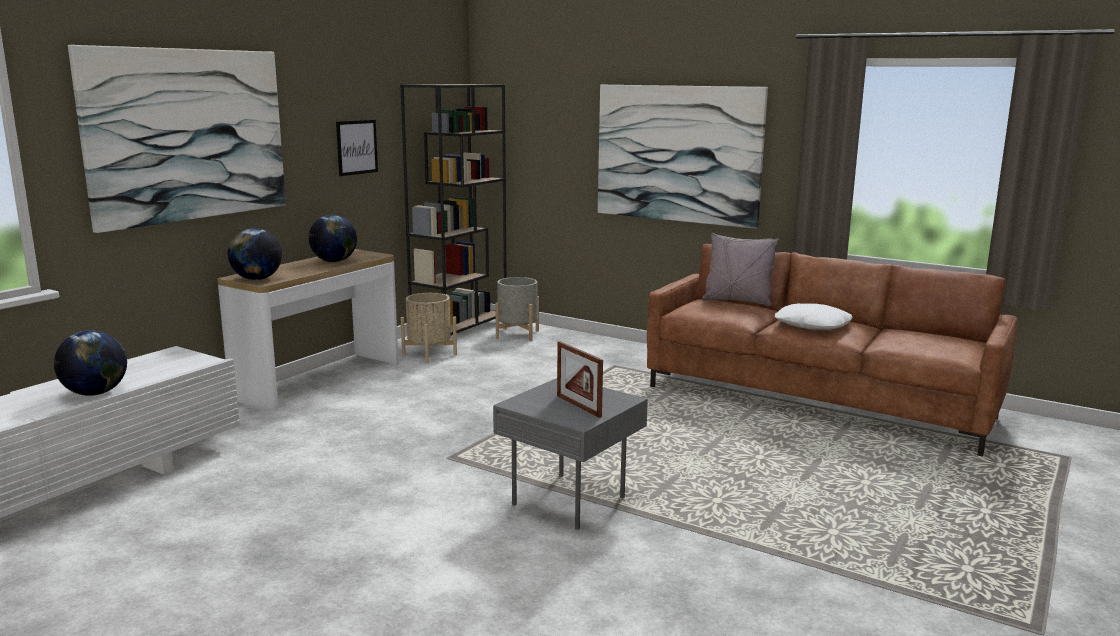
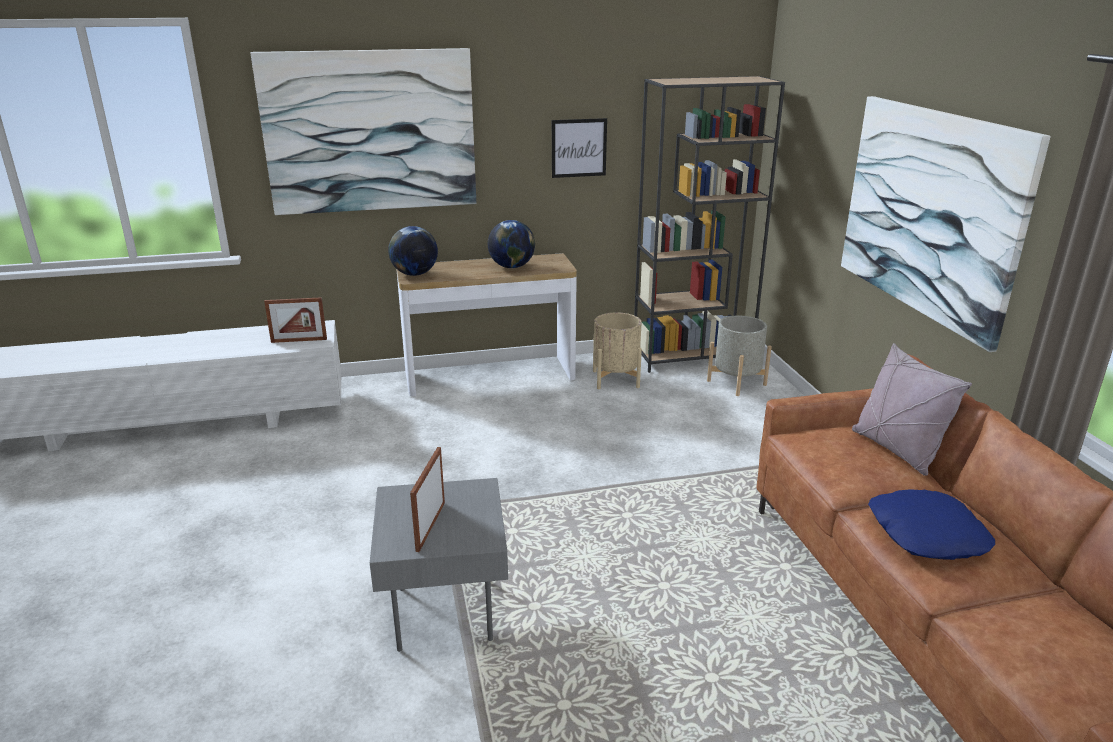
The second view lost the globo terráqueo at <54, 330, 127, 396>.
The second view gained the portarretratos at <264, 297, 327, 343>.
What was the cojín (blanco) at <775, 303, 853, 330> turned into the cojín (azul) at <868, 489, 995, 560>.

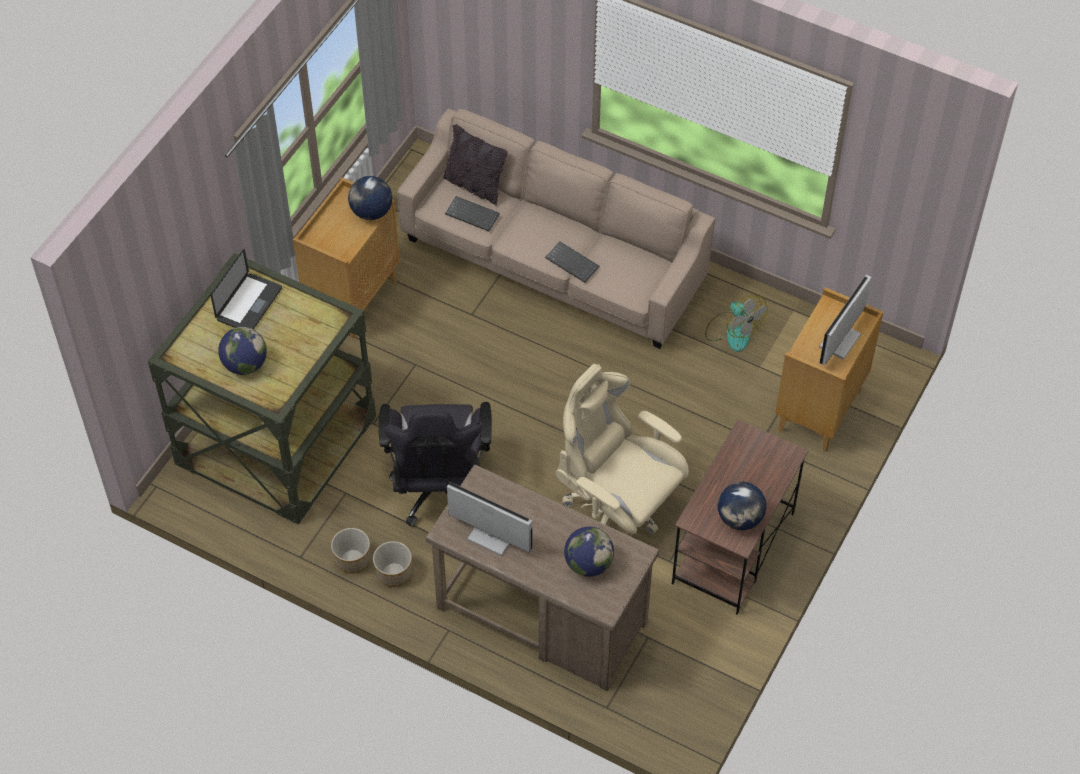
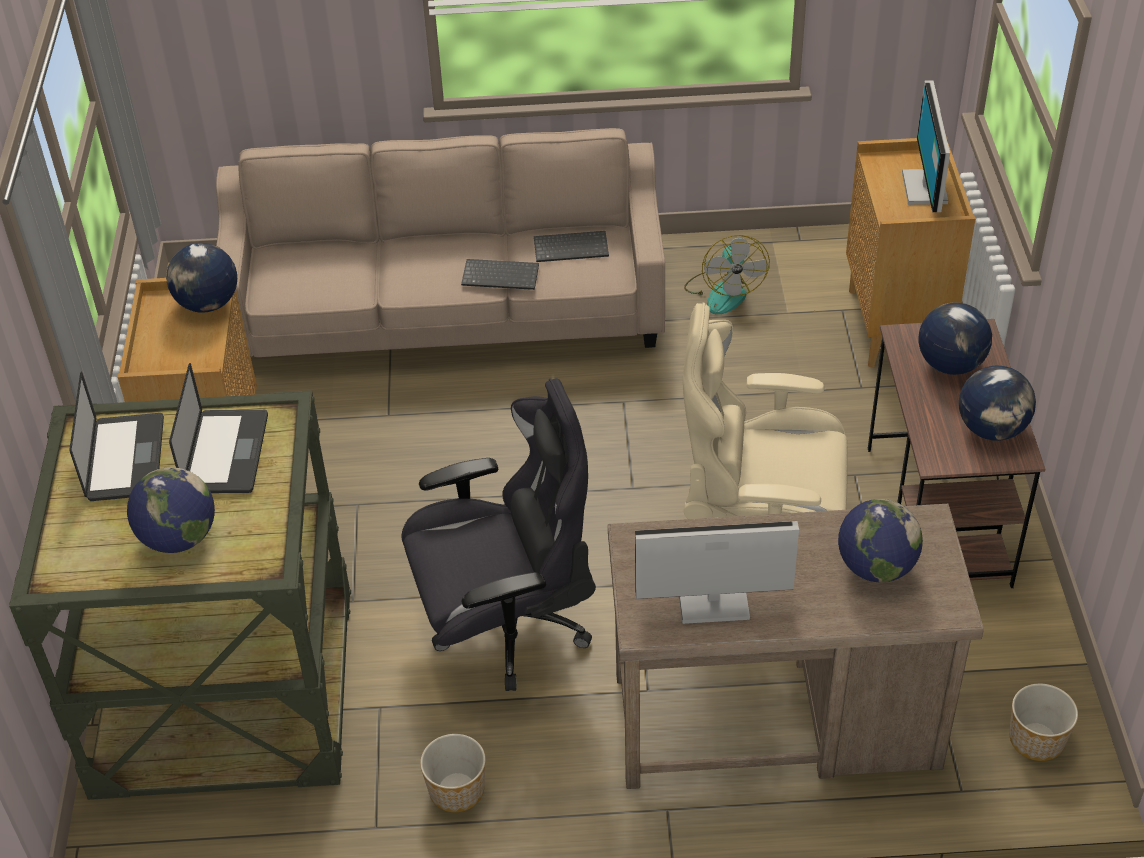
The second view lost the cojín (negro) at <443, 124, 508, 206>.
The second view gained the portátil at <169, 363, 268, 493>.
The second view gained the globo terráqueo at <919, 302, 992, 375>.
The maceta ended up elsewhere, having gone from <373, 541, 412, 587> to <1009, 684, 1078, 761>.
The teclado ended up elsewhere, having gone from <445, 196, 500, 231> to <534, 231, 609, 262>.
The silla de oficina (negro) at <379, 402, 492, 526> ended up facing another way, 75 degrees counterclockwise from before.
The ventilador at <705, 295, 768, 352> ended up facing another way, 60 degrees clockwise from before.

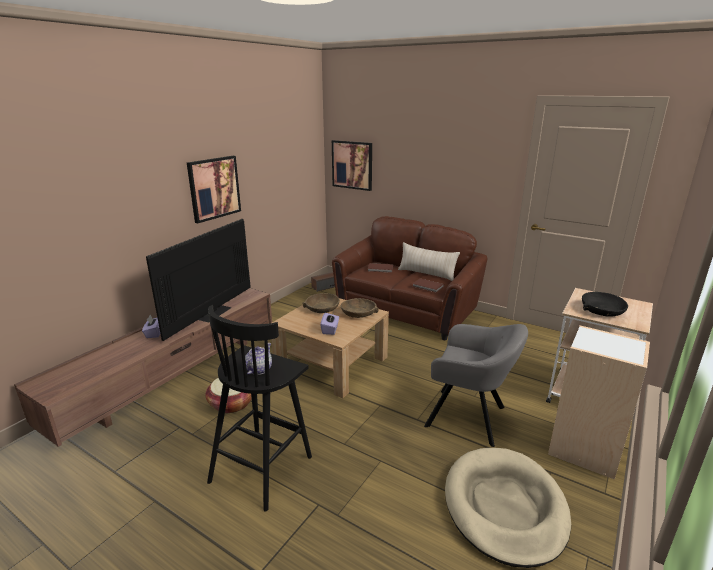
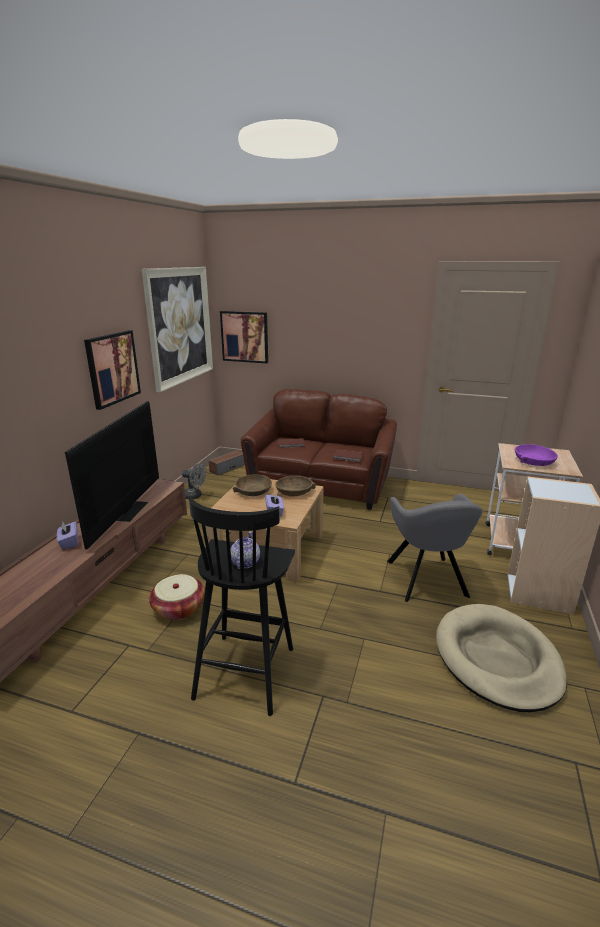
The second view lost the cojín (beis) at <398, 242, 460, 281>.
The second view gained the cuadro at <142, 267, 213, 392>.
The second view gained the ventilador (gris) at <182, 464, 206, 499>.
What was the cuenco (negro) at <582, 292, 628, 317> turned into the cuenco (morado) at <515, 444, 558, 466>.
The sillón (gris) at <424, 324, 528, 447> ended up facing another way, 75 degrees clockwise from before.

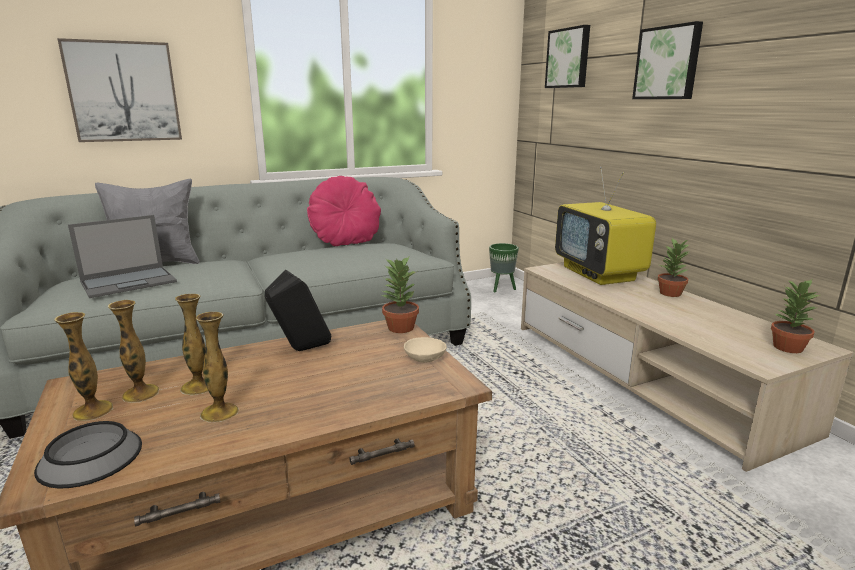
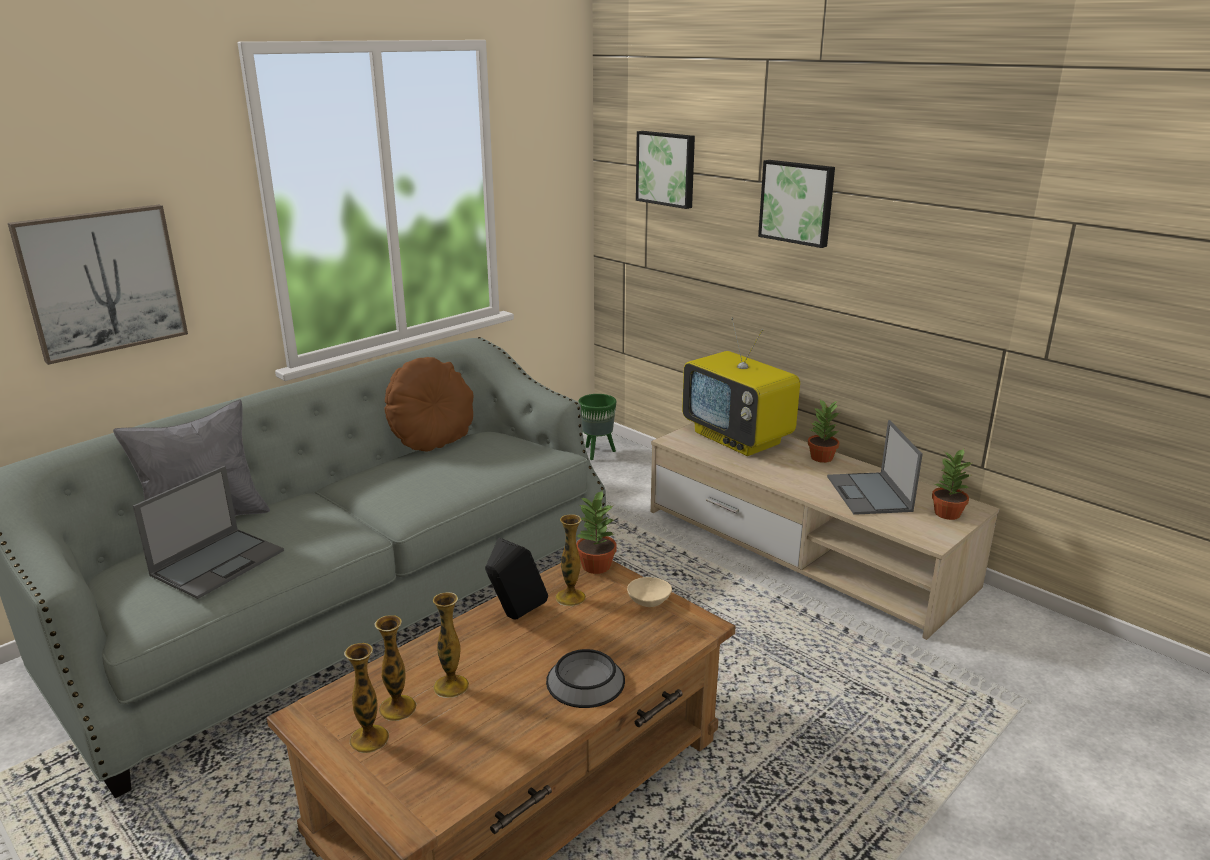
The second view gained the portátil at <827, 420, 923, 515>.
The cuenco ended up elsewhere, having gone from <34, 421, 142, 489> to <546, 649, 625, 708>.
The florero ended up elsewhere, having gone from <196, 312, 239, 422> to <555, 515, 586, 606>.
What was the cojín (rosa) at <307, 176, 381, 246> turned into the cojín (marrón) at <384, 357, 473, 452>.

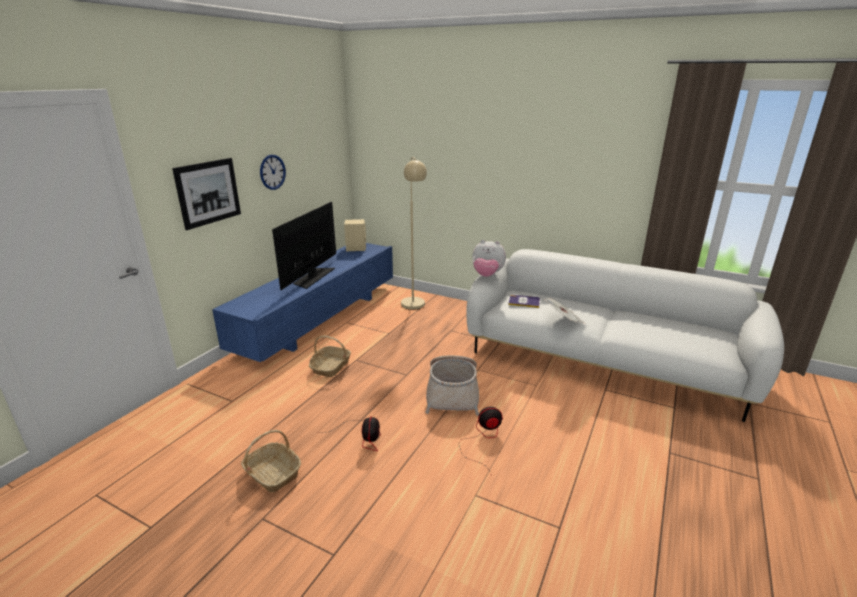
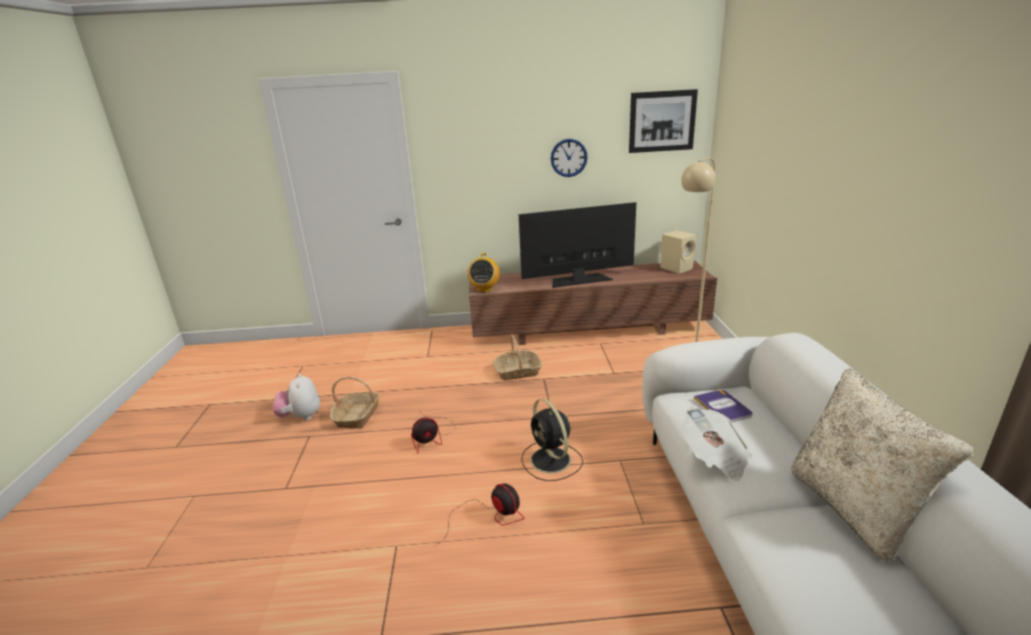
The second view gained the radio at <467, 253, 500, 293>.
The second view gained the cojín (beis) at <791, 368, 975, 562>.
The cuadro ended up elsewhere, having gone from <172, 158, 241, 230> to <629, 89, 698, 153>.
The peluche ended up elsewhere, having gone from <472, 240, 506, 277> to <273, 373, 320, 420>.
Where the cesta stood at <425, 355, 479, 416>, the ventilador (negro) came to stand at <521, 398, 583, 481>.
What was the mueble de televisión (azul) at <212, 243, 393, 362> turned into the mueble de televisión (marrón) at <469, 261, 717, 345>.

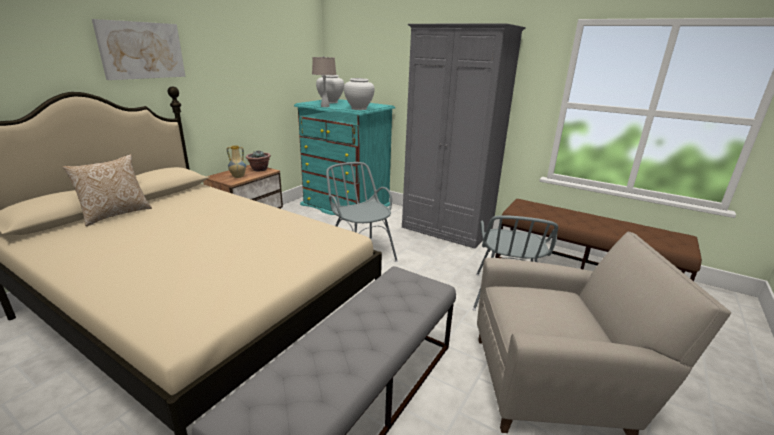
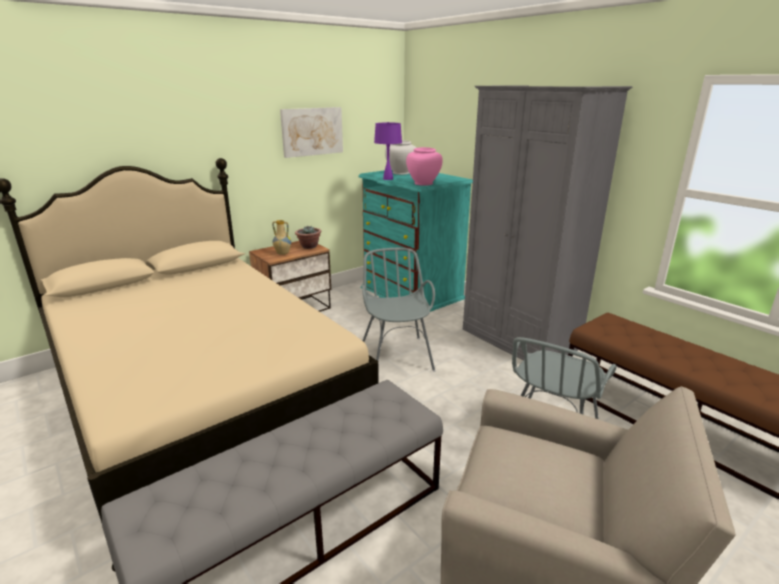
The second view lost the cojín at <63, 154, 152, 226>.
The cuadro ended up elsewhere, having gone from <92, 19, 185, 80> to <280, 107, 343, 158>.
What was the lámpara de mesa (beis) at <312, 56, 336, 107> turned into the lámpara de mesa (morado) at <374, 122, 402, 180>.
What was the florero (blanco) at <344, 78, 374, 110> turned into the florero (rosa) at <406, 147, 443, 186>.

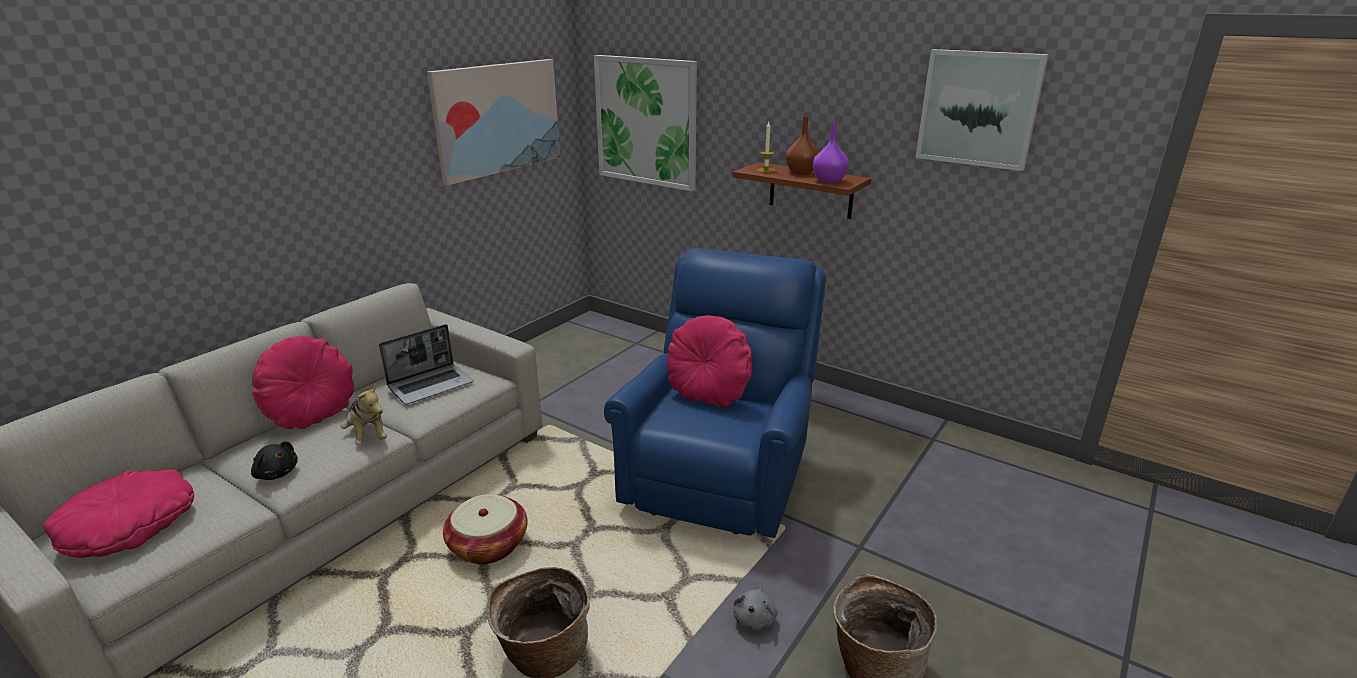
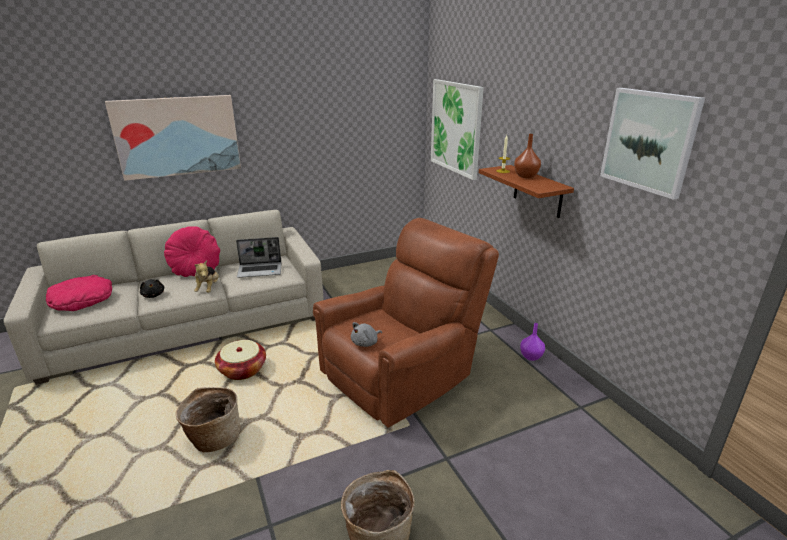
The second view lost the cojín (rosa) at <667, 315, 752, 407>.
The cuadro ended up elsewhere, having gone from <427, 59, 560, 185> to <105, 95, 241, 181>.
The peluche (gris) ended up elsewhere, having gone from <733, 588, 778, 630> to <351, 322, 382, 347>.
The florero (morado) ended up elsewhere, having gone from <813, 122, 849, 183> to <520, 323, 545, 361>.
What was the sillón (azul) at <604, 248, 826, 538> turned into the sillón (marrón) at <313, 218, 499, 428>.

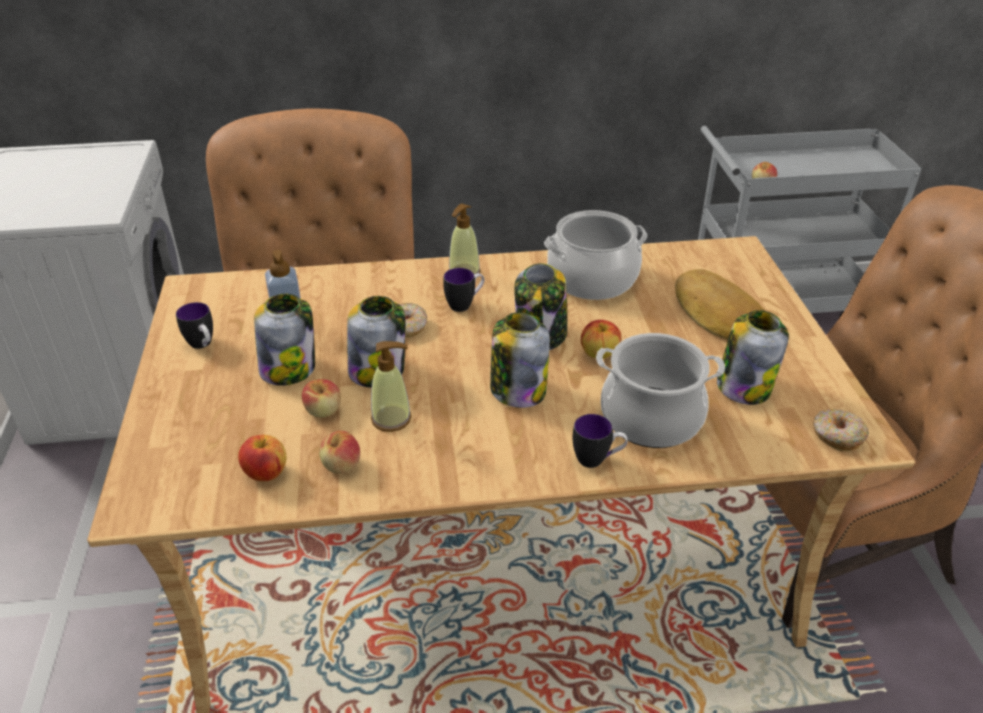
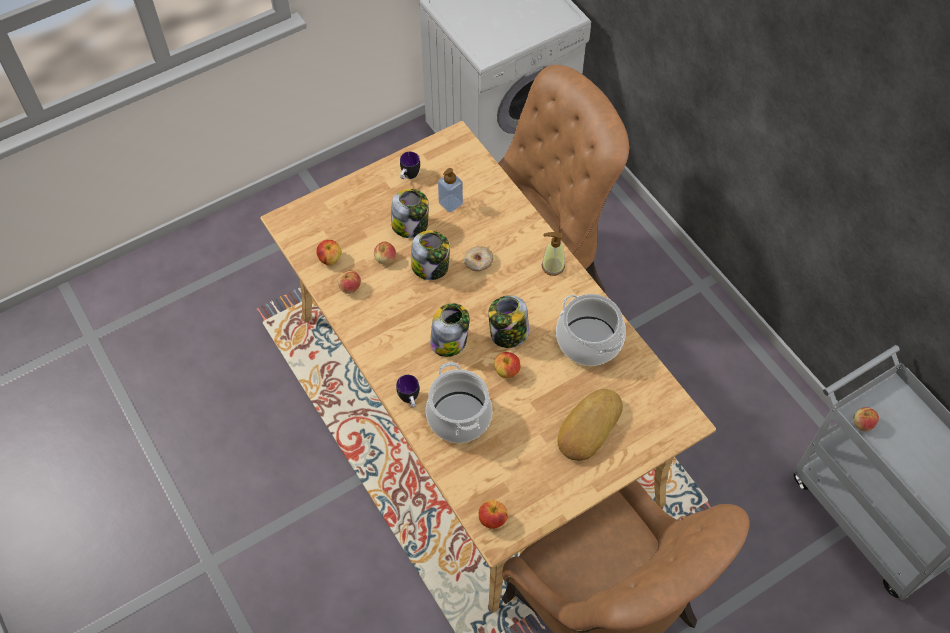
The second view lost the dispensador de jabón at <371, 341, 412, 432>.
The second view lost the taza grande at <443, 268, 484, 312>.
The second view lost the tarro at <717, 310, 789, 405>.
Where the rosquilla stood at <813, 409, 869, 451>, the manzana came to stand at <479, 500, 508, 529>.

